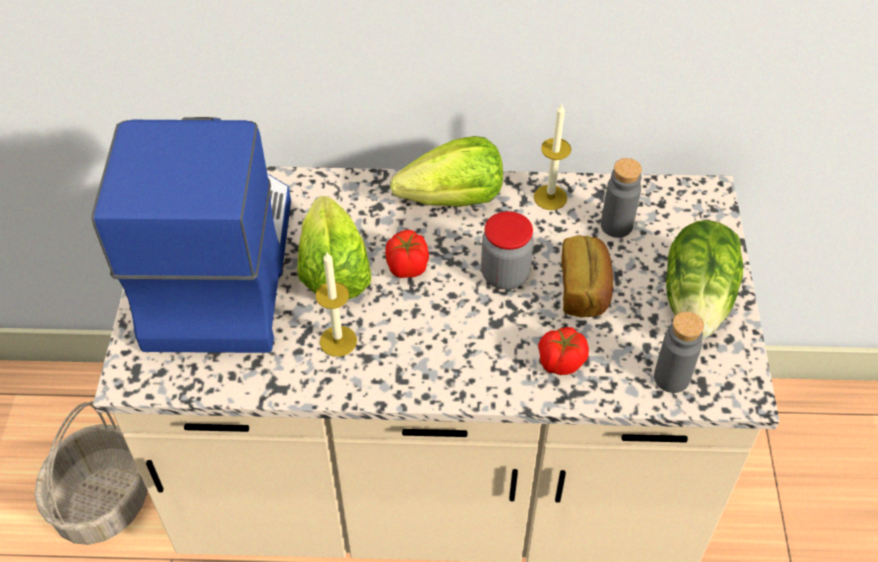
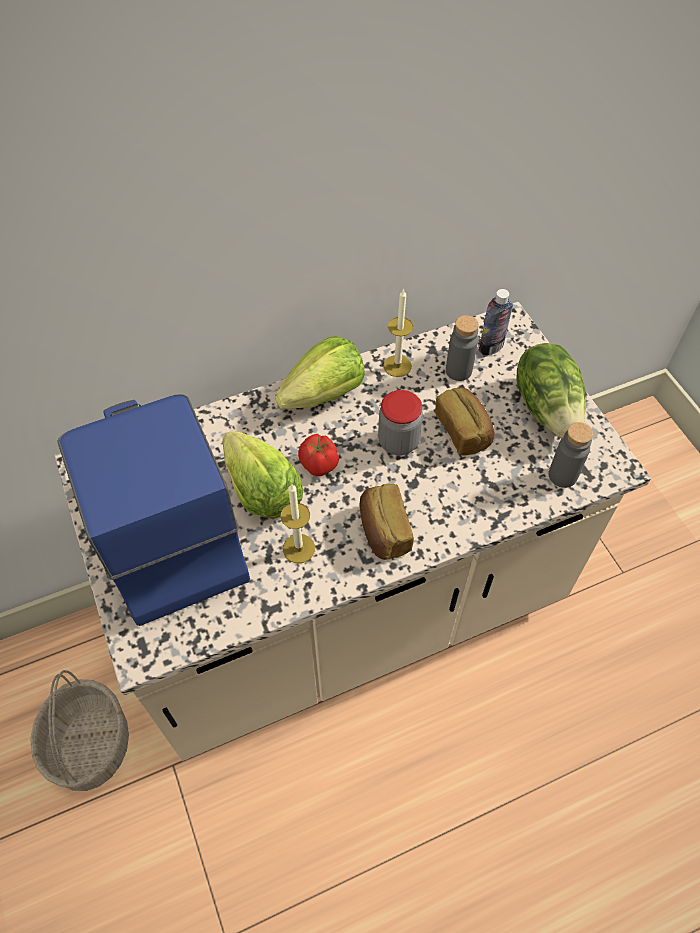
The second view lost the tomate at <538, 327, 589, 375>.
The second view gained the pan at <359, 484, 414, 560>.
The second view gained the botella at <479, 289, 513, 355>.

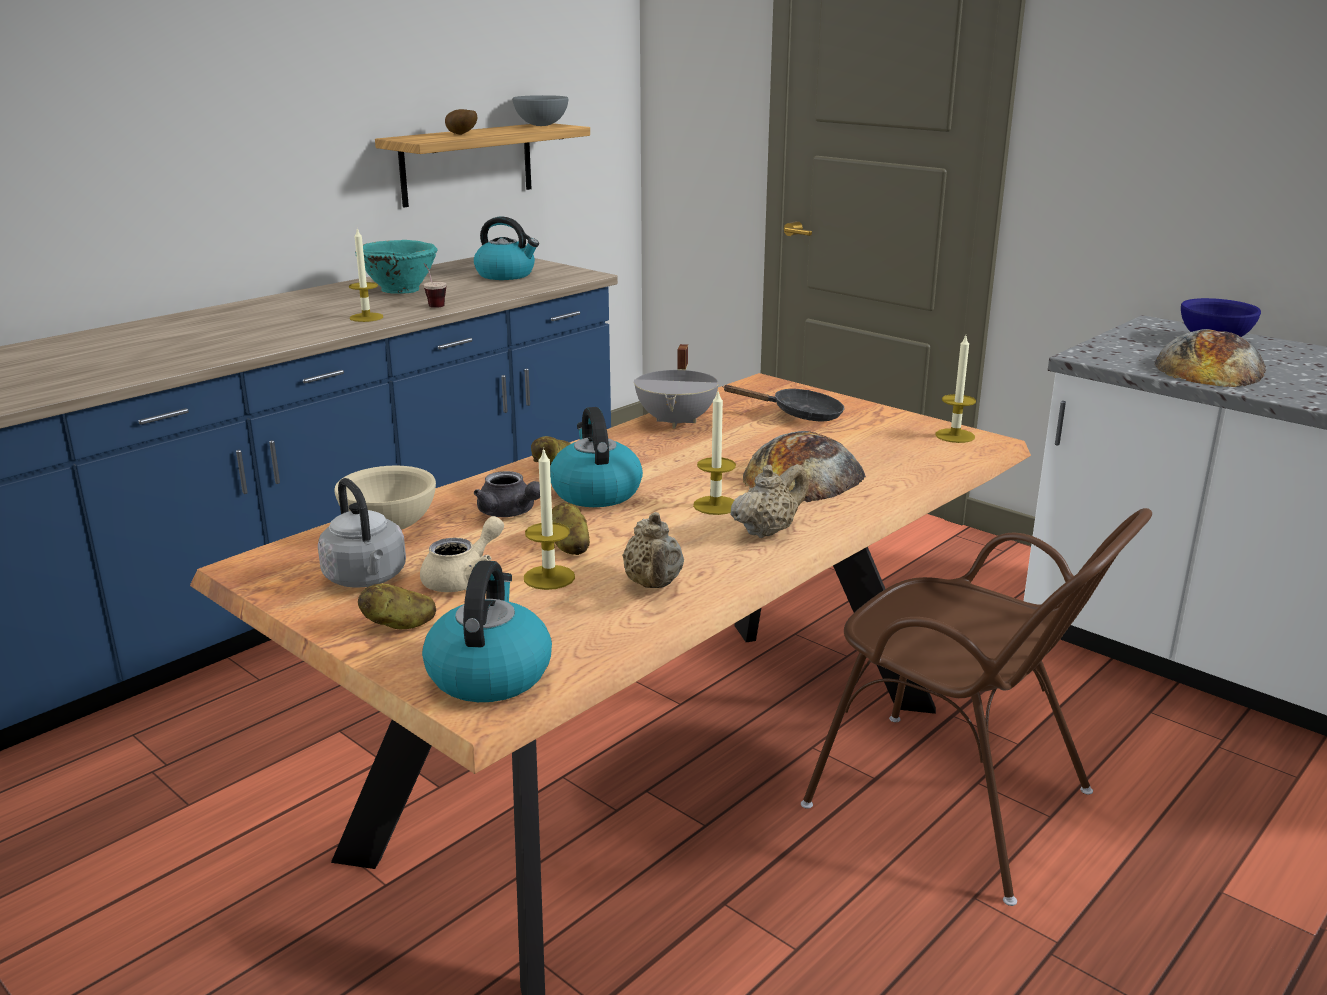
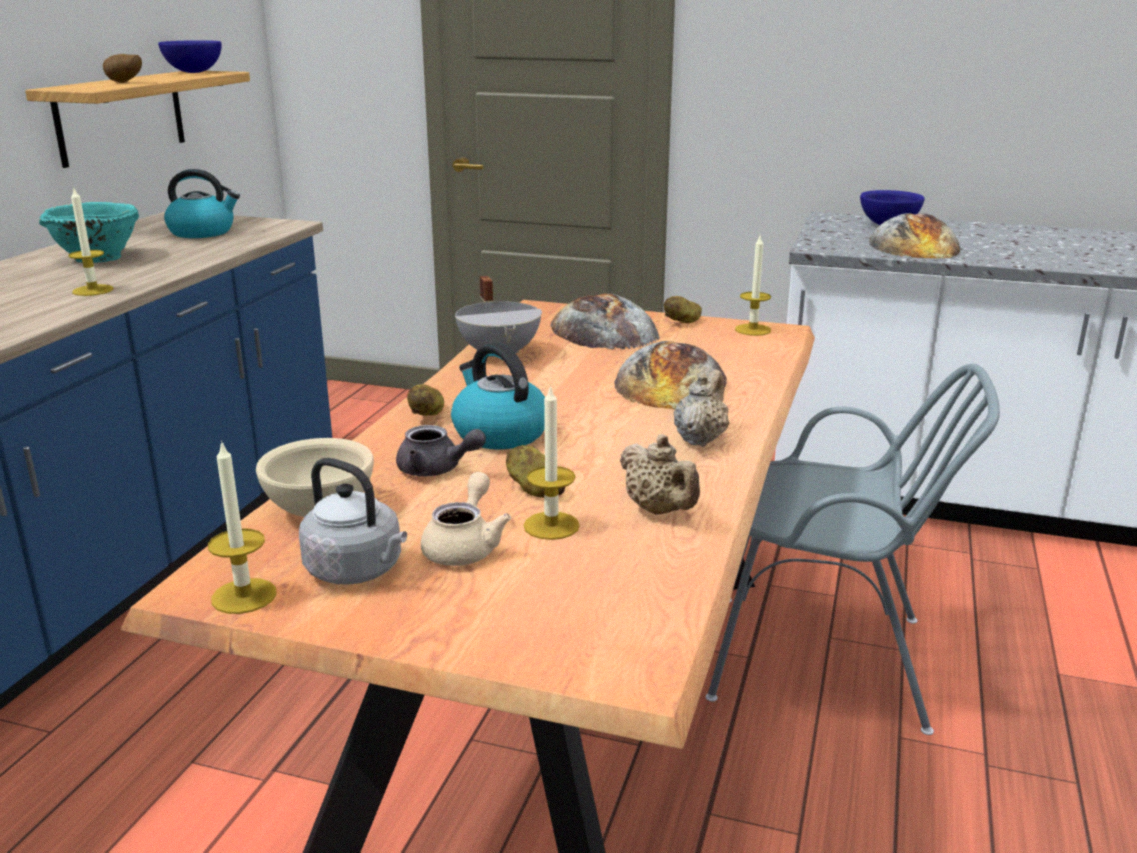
The second view lost the hervidor at <422, 561, 552, 702>.
The second view lost the taza at <423, 263, 447, 308>.
The patata ended up elsewhere, having gone from <358, 584, 436, 629> to <664, 296, 702, 323>.
The vela ended up elsewhere, having gone from <693, 392, 736, 515> to <208, 440, 277, 614>.
Where the sartén (negro) stood at <722, 385, 844, 421>, the pan came to stand at <550, 293, 659, 349>.
What was the cuenco (gris) at <512, 95, 568, 126> turned into the cuenco (azul) at <158, 40, 222, 73>.
What was the silla (marrón) at <801, 508, 1152, 906> turned into the silla (gris) at <706, 364, 1000, 735>.

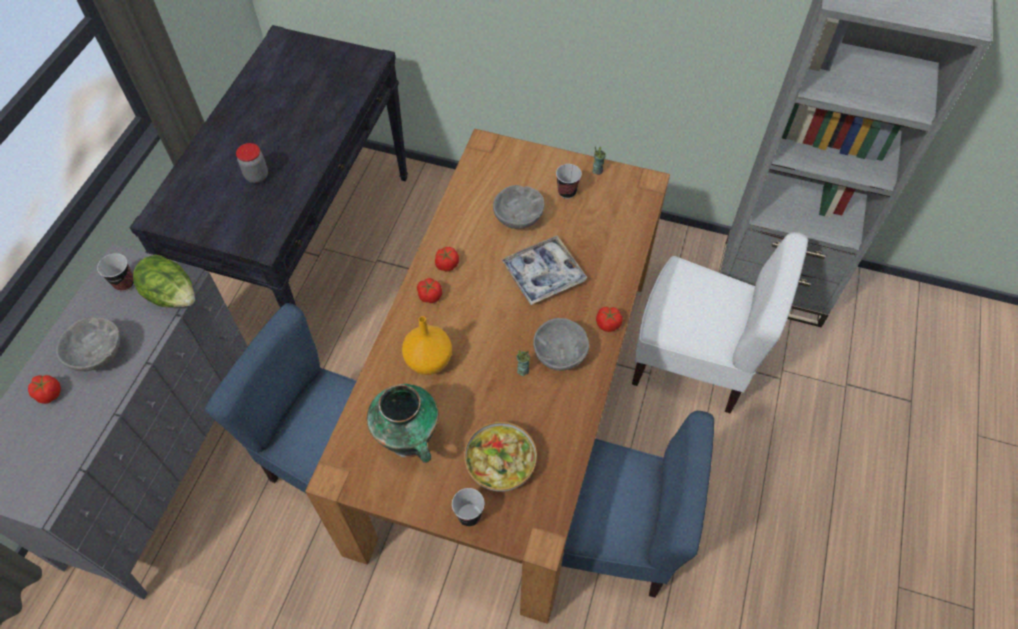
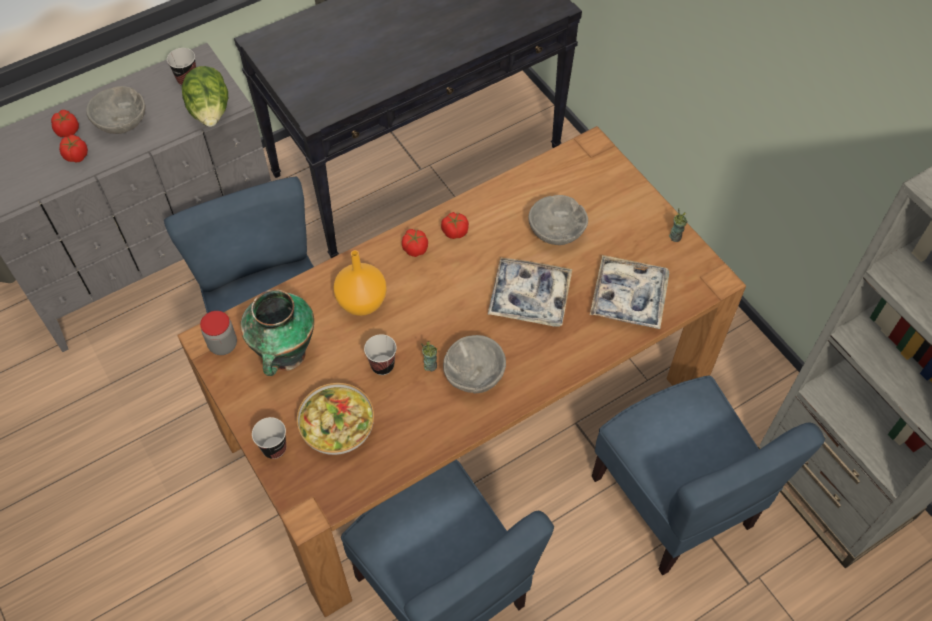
The second view gained the bandeja at <590, 255, 669, 329>.
The tarro ended up elsewhere, having gone from <236, 143, 268, 183> to <200, 311, 237, 355>.
The taza ended up elsewhere, having gone from <556, 164, 582, 199> to <364, 334, 397, 375>.
The tomate ended up elsewhere, having gone from <596, 307, 623, 332> to <59, 135, 88, 163>.
What was the silla (blanco) at <632, 232, 808, 414> turned into the silla (azul) at <592, 375, 825, 576>.

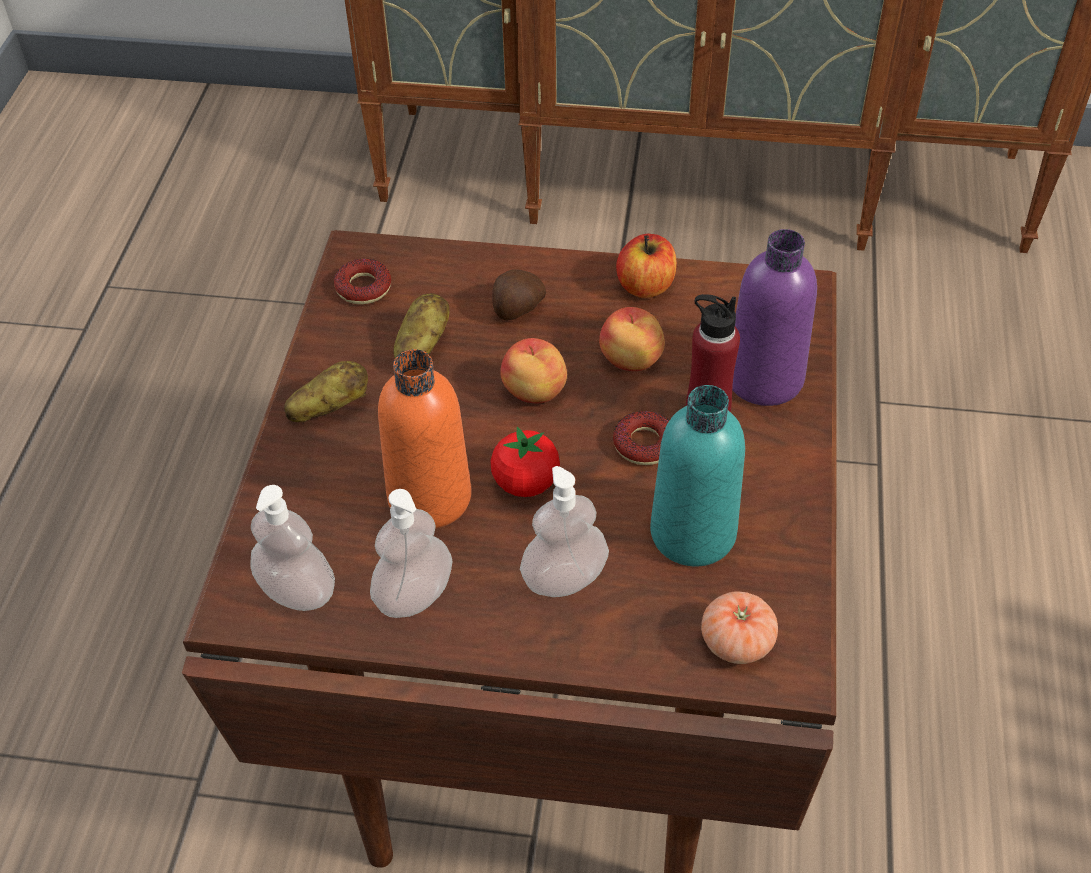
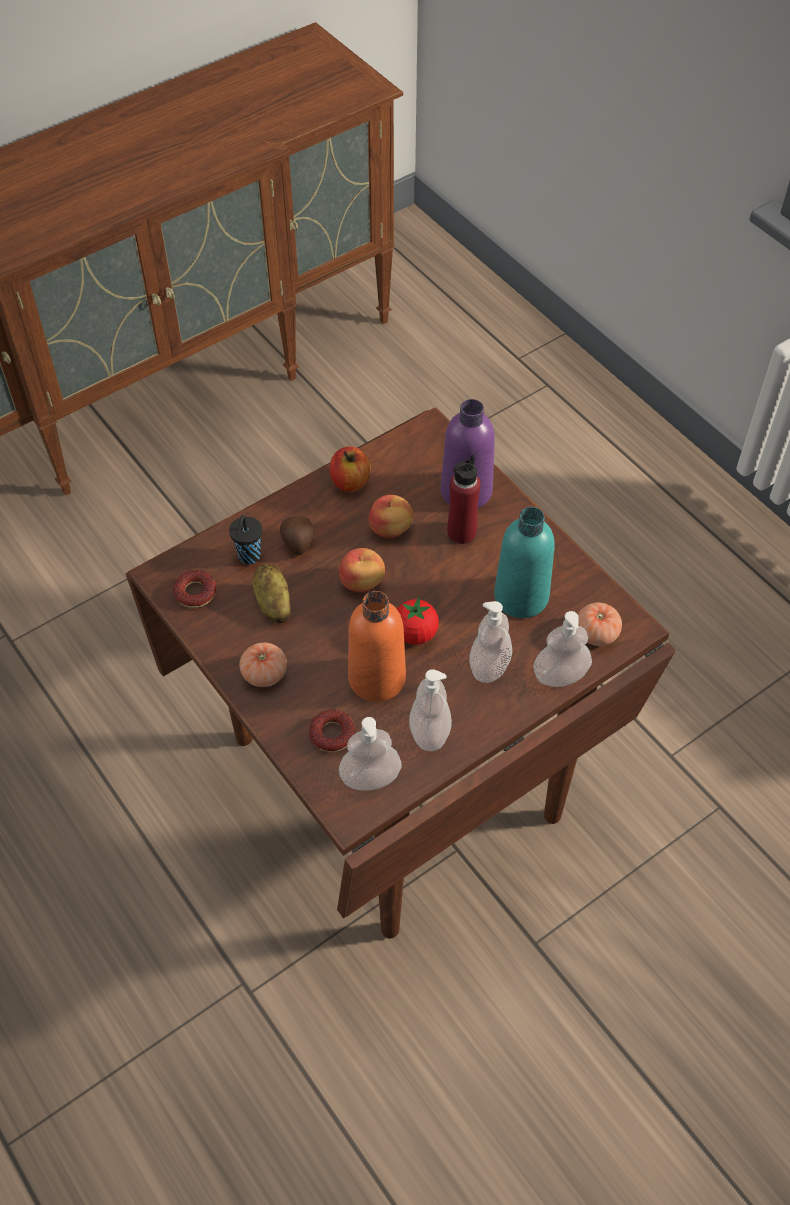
The second view gained the taza (negro) at <229, 515, 262, 564>.
The second view gained the dispensador de jabón at <533, 611, 592, 687>.
The rosquilla ended up elsewhere, having gone from <613, 411, 669, 465> to <309, 710, 355, 752>.
Where the patata stood at <284, 361, 368, 422>, the tomate came to stand at <239, 642, 287, 687>.

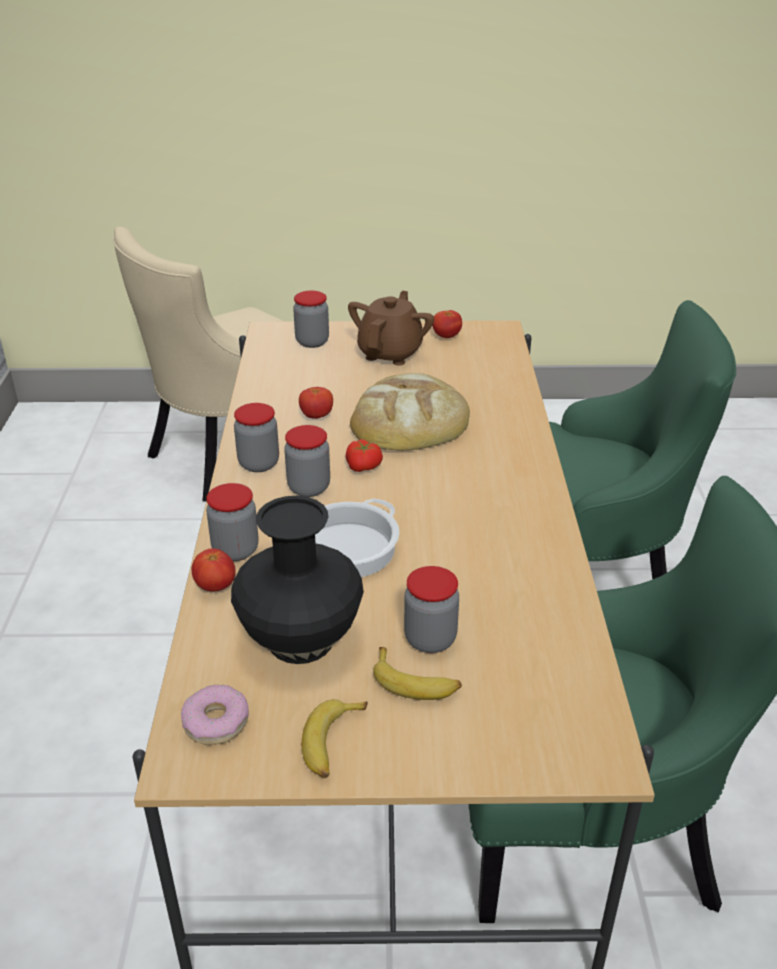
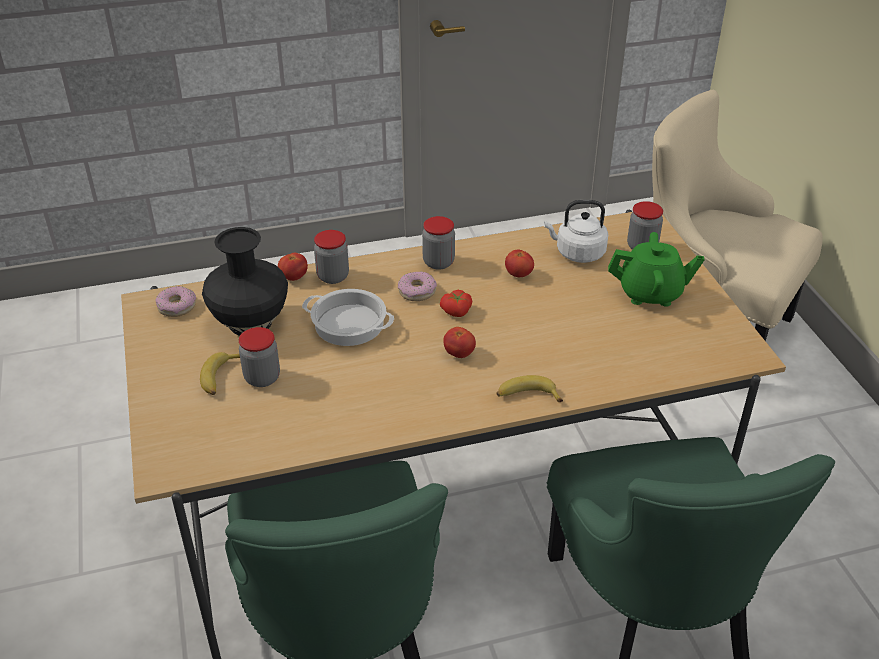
The second view lost the pan at <350, 373, 470, 451>.
The second view gained the hervidor (blanco) at <544, 200, 608, 263>.
The plátano ended up elsewhere, having gone from <302, 699, 367, 778> to <496, 375, 563, 402>.
The tomate ended up elsewhere, having gone from <432, 310, 462, 338> to <443, 327, 476, 358>.
Where the tarro stood at <284, 425, 330, 497>, the rosquilla came to stand at <398, 272, 437, 301>.
What was the tetera (marrón) at <348, 291, 434, 366> turned into the tetera (verde) at <608, 232, 705, 307>.

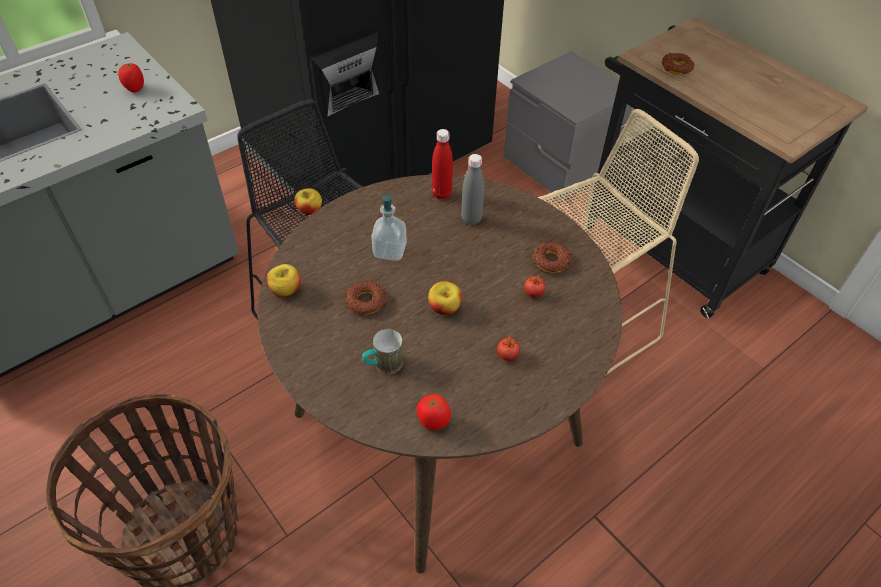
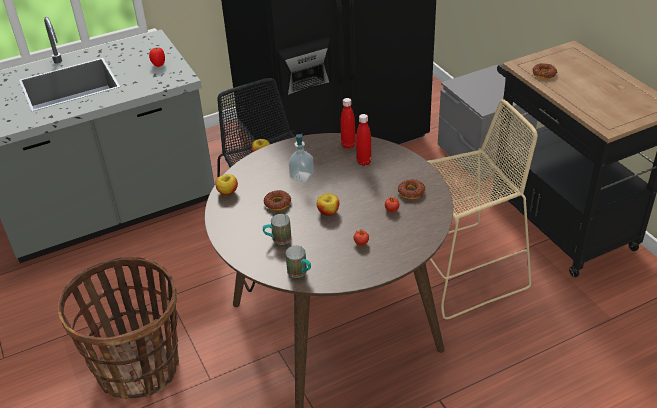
Where the tomate stood at <417, 394, 451, 430>, the taza grande came to stand at <285, 246, 311, 278>.
What was the botella (gris) at <461, 154, 484, 225> turned into the botella (rojo) at <356, 114, 371, 166>.

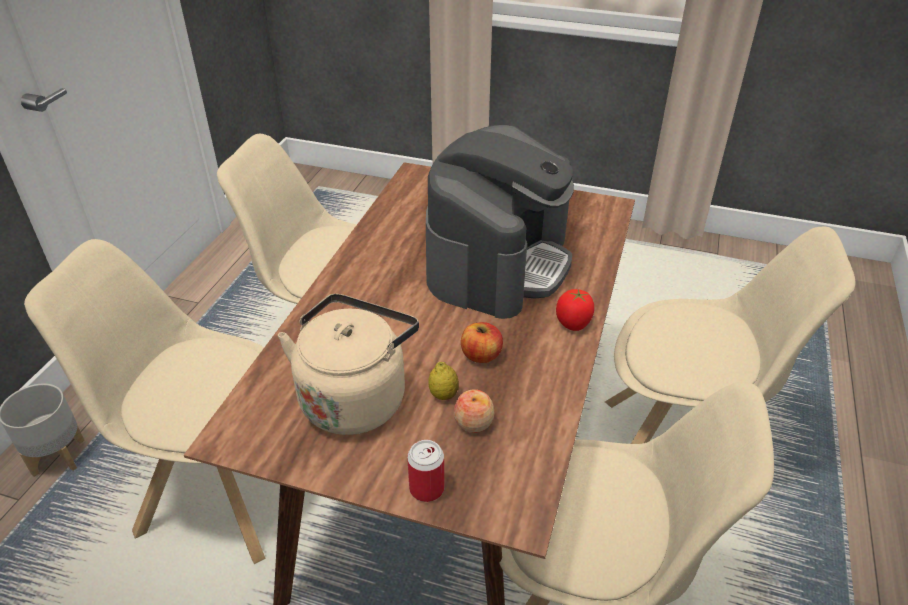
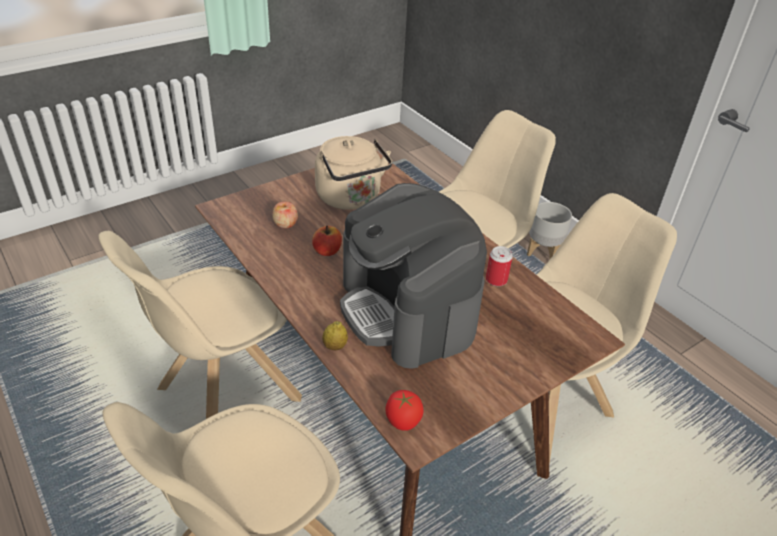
The lata ended up elsewhere, having gone from <407, 440, 444, 502> to <486, 246, 513, 286>.
The limón ended up elsewhere, having gone from <428, 362, 459, 400> to <322, 321, 348, 351>.
The tomate ended up elsewhere, having gone from <556, 289, 594, 331> to <386, 390, 424, 431>.

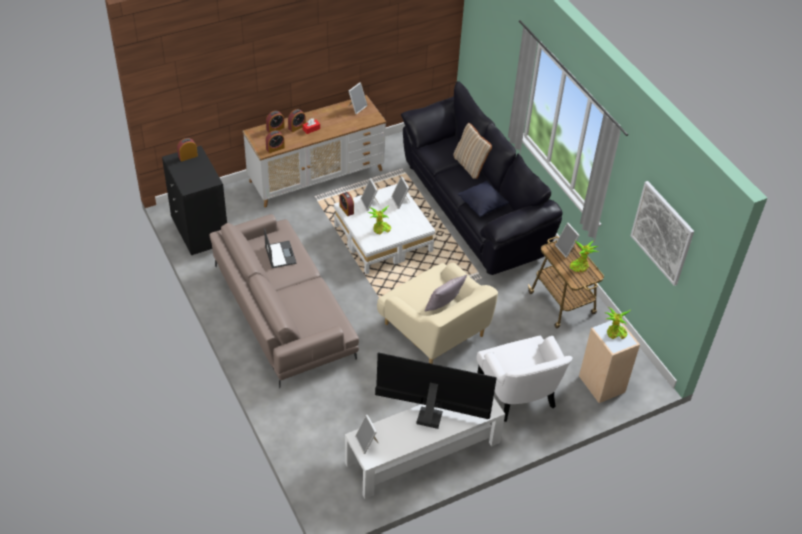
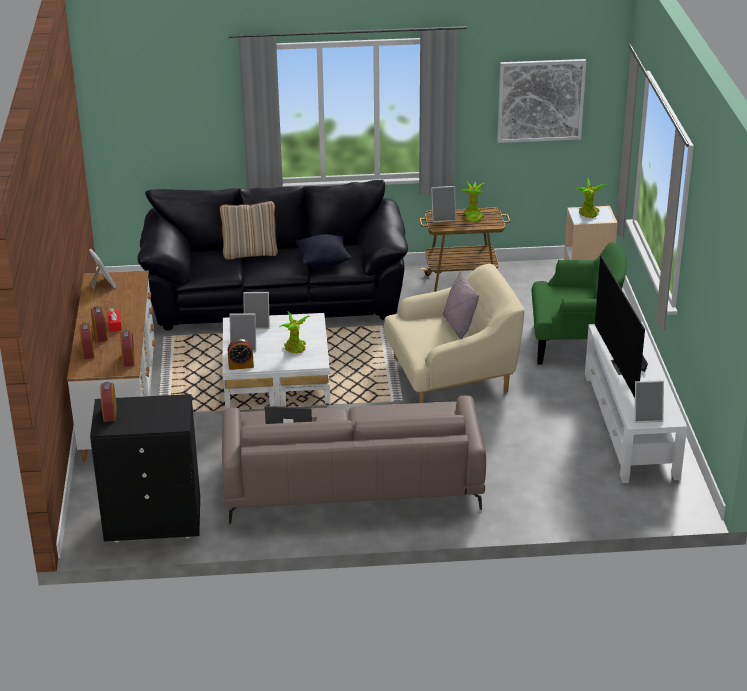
What was the sillón (blanco) at <477, 336, 573, 422> turned into the sillón (verde) at <531, 242, 627, 364>.
The televisor at <375, 352, 497, 429> ended up facing another way, 45 degrees counterclockwise from before.

